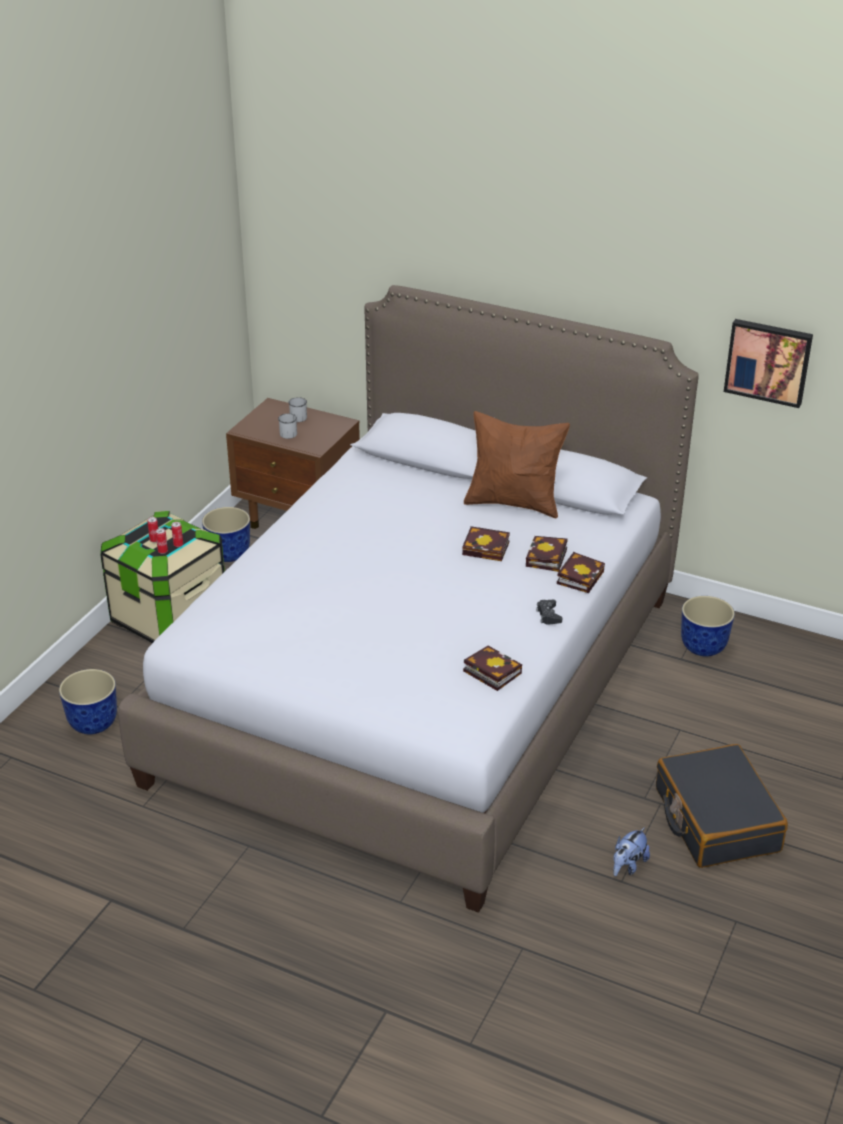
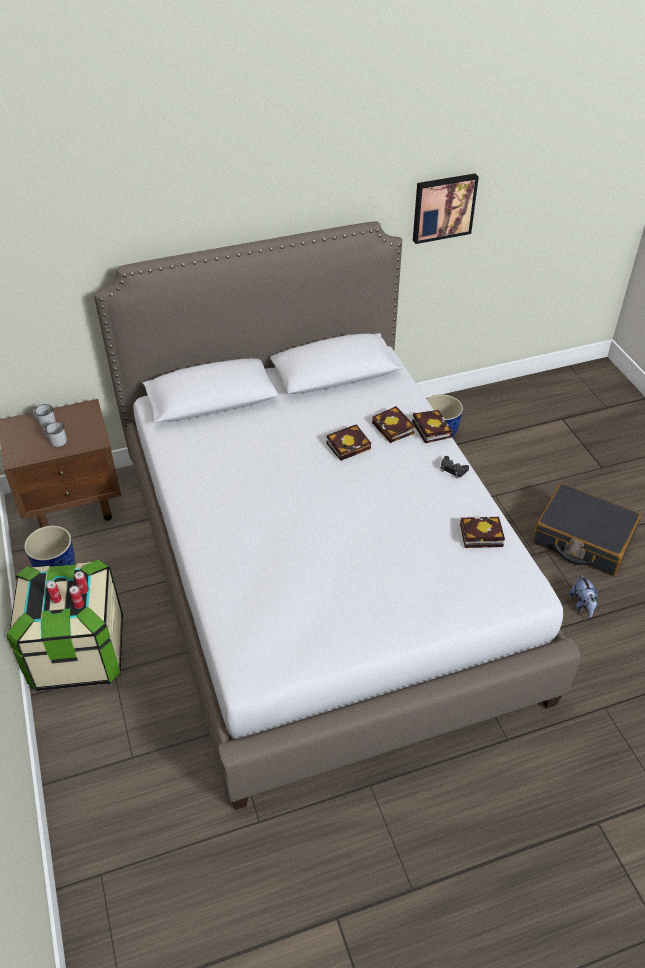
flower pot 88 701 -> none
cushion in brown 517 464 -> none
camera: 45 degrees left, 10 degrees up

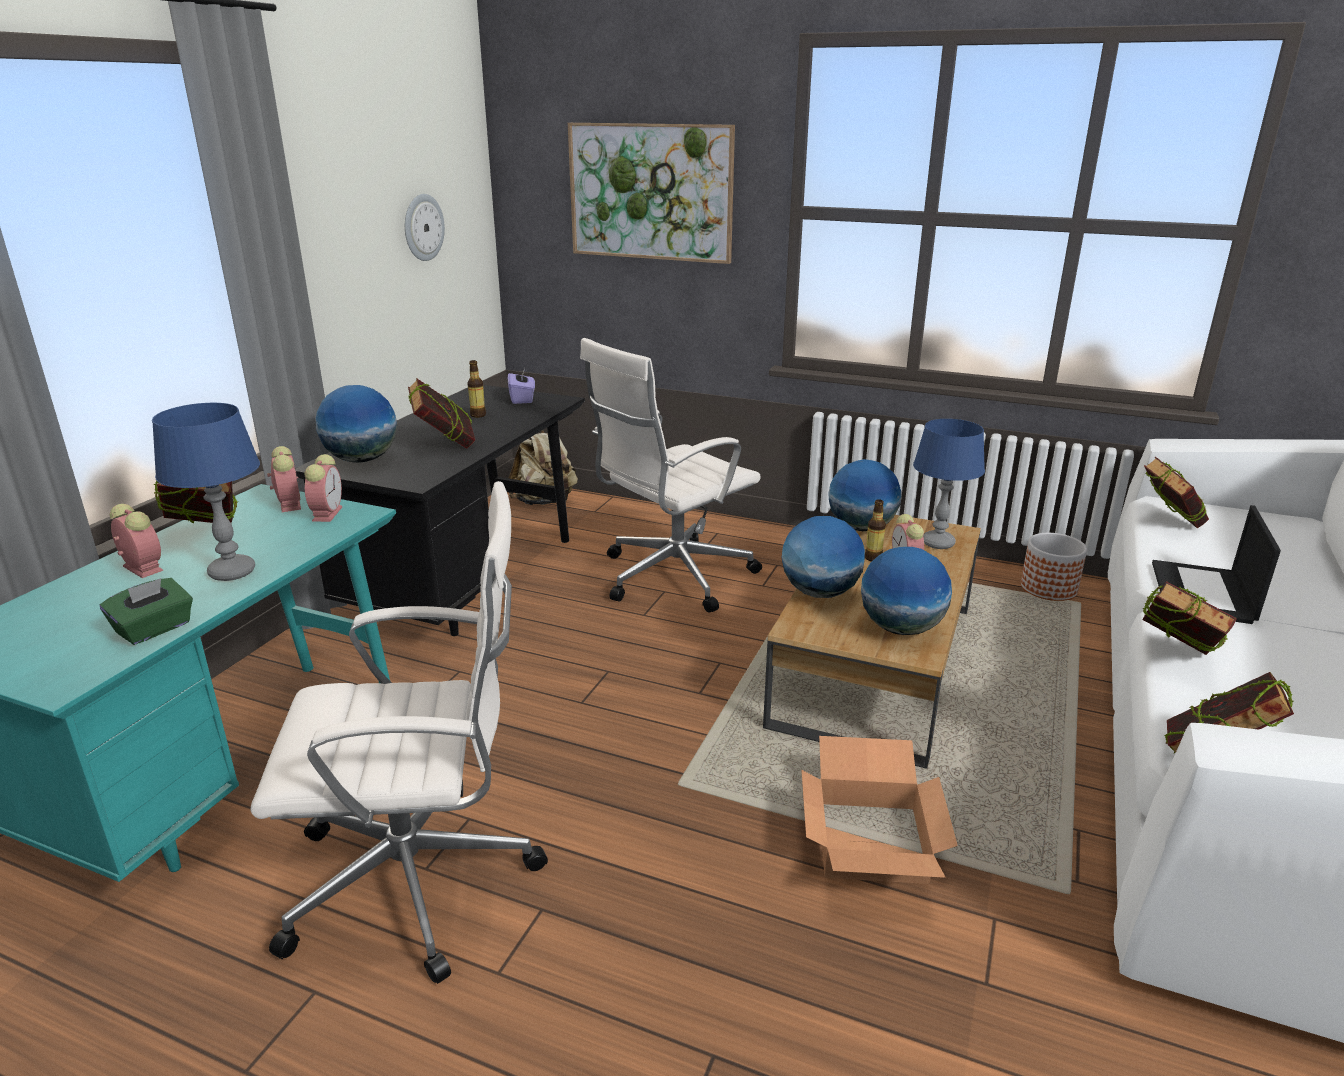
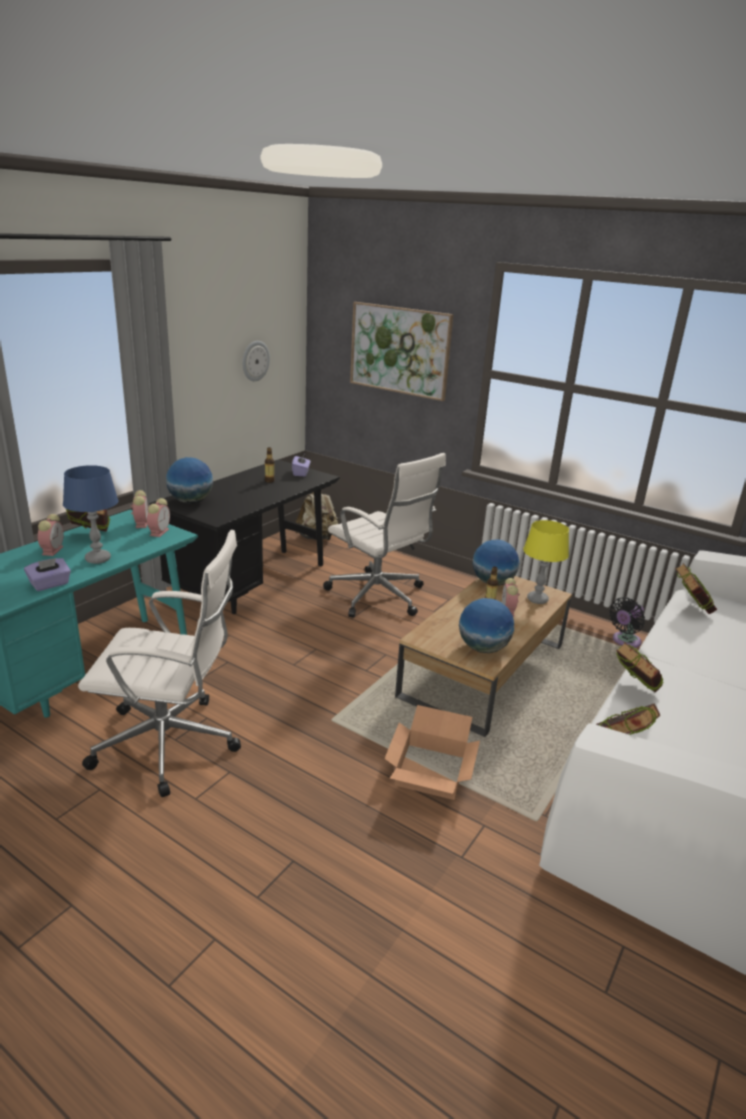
bound book 441 413 -> none
desk globe 823 557 -> none
notebook computer 1216 564 -> none
flower pot 1054 567 -> fan in black-coloured 627 622
tissue box in greenish 146 611 -> tissue box in purple-coloured 47 574
table lamp in blue 949 484 -> table lamp in yellow 546 562
bedside clock 136 541 -> bedside clock 51 535, 45 degrees clockwise
computer chair in white 671 475 -> computer chair in white 384 535, 105 degrees counterclockwise
camera: 10 degrees right, 0 degrees up

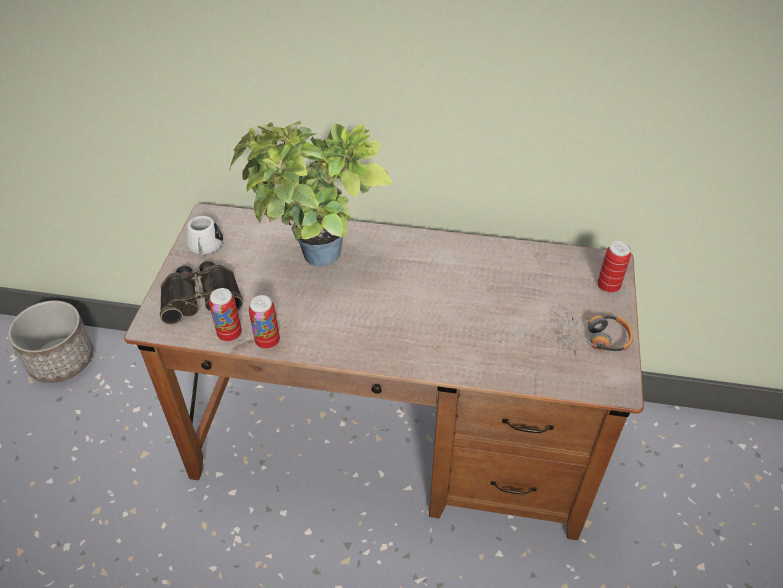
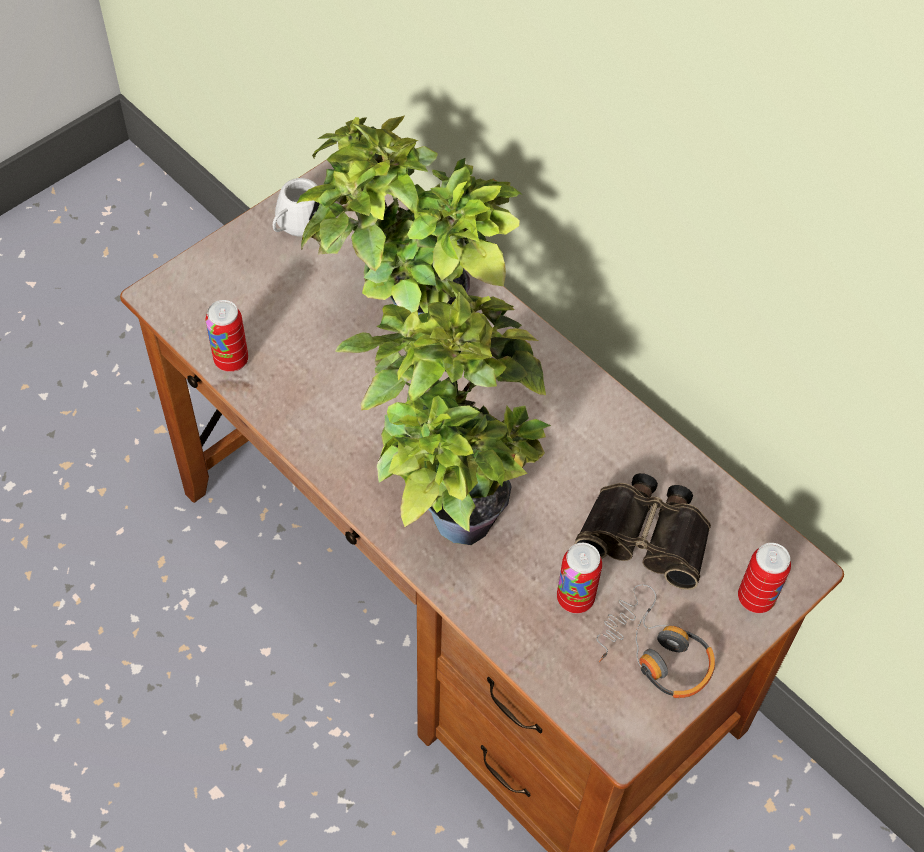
flower pot 50 341 -> none
none -> houseplant 443 412
binoculars 202 293 -> binoculars 642 531, shifted
metal can 264 322 -> metal can 579 578, shifted
camera: 35 degrees right, 10 degrees up

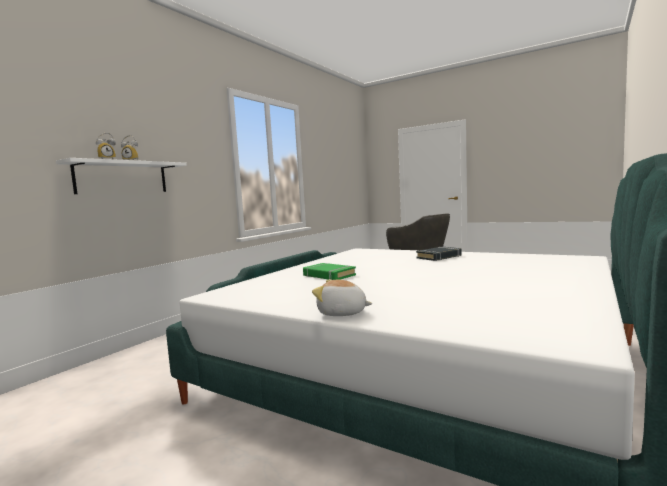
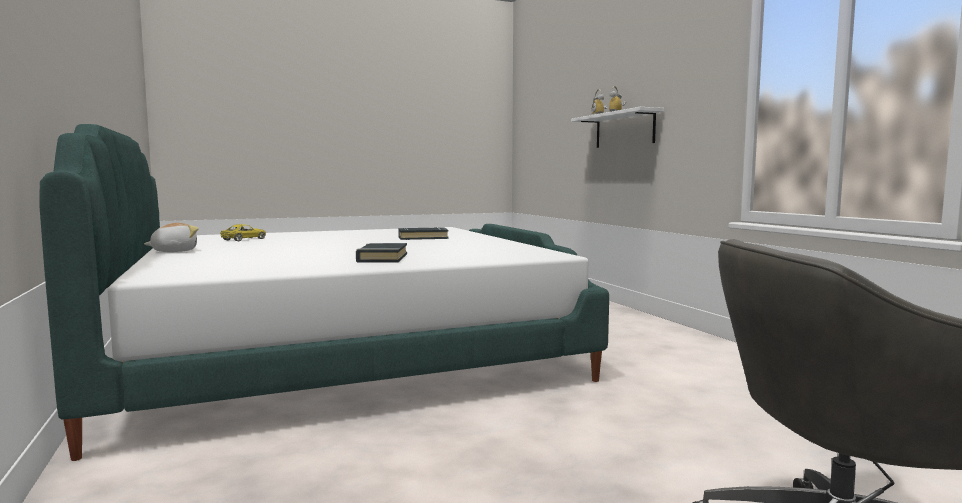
none -> model car in yellow 243 232
soft toy 342 297 -> soft toy 171 237, shifted
bound book in greenish 329 271 -> bound book in black-coloured 423 233
camera: 125 degrees right, 0 degrees up

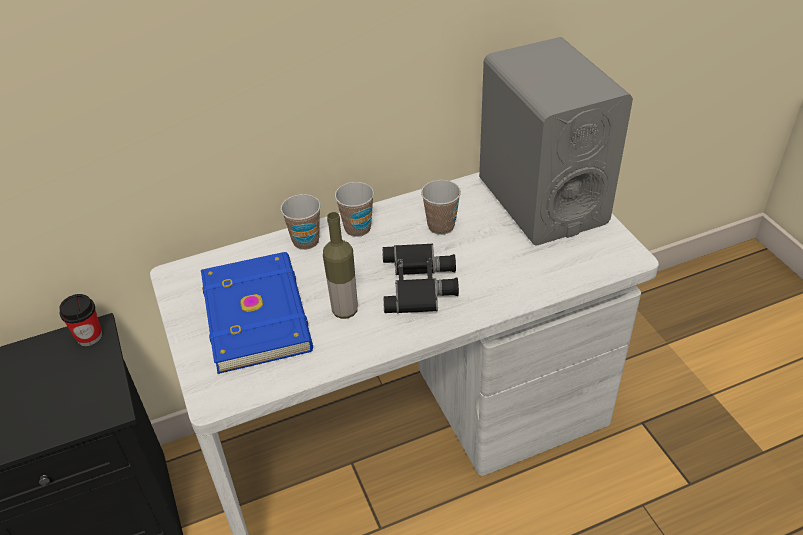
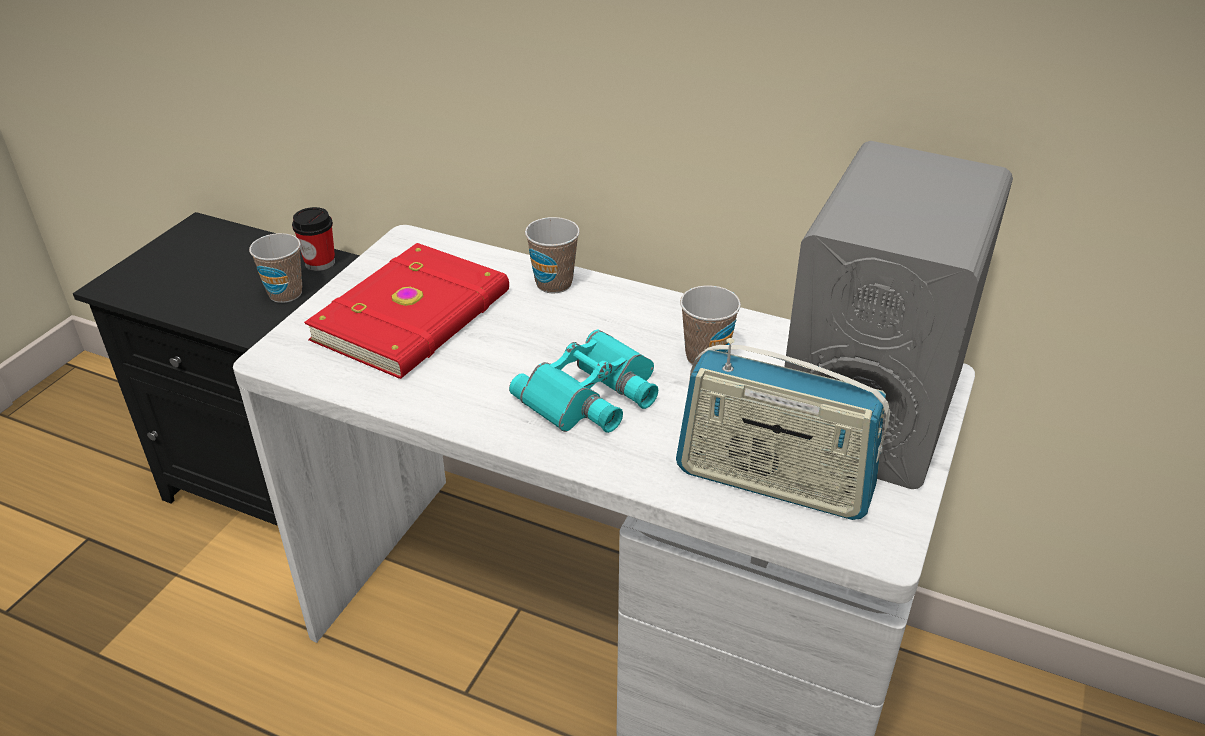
drink bottle 340 265 -> none
none -> radio set 783 429
small cup 354 209 -> small cup 275 268, shifted
bound book in blue 257 313 -> bound book in red-coloured 406 311
binoculars in black-coloured 420 278 -> binoculars in turquoise 583 381
camera: 45 degrees right, 5 degrees down

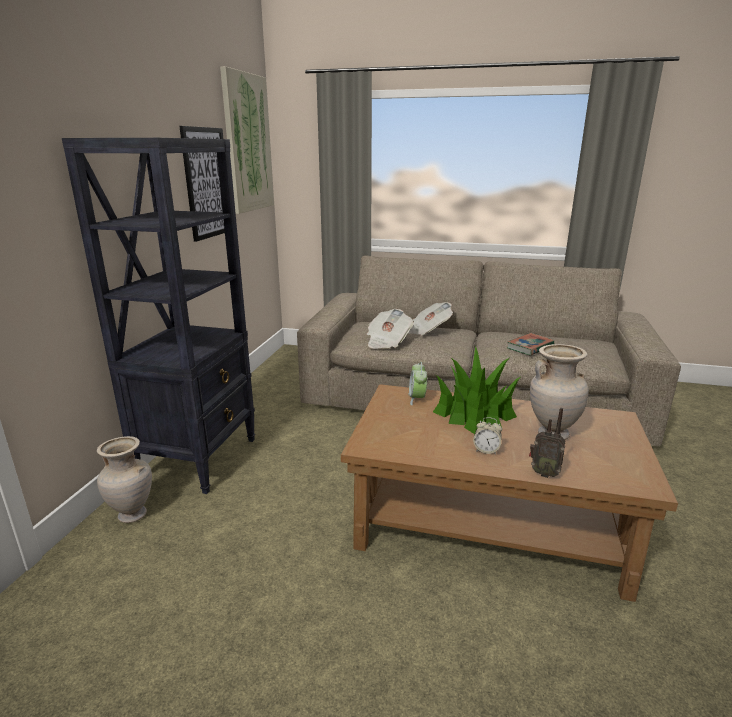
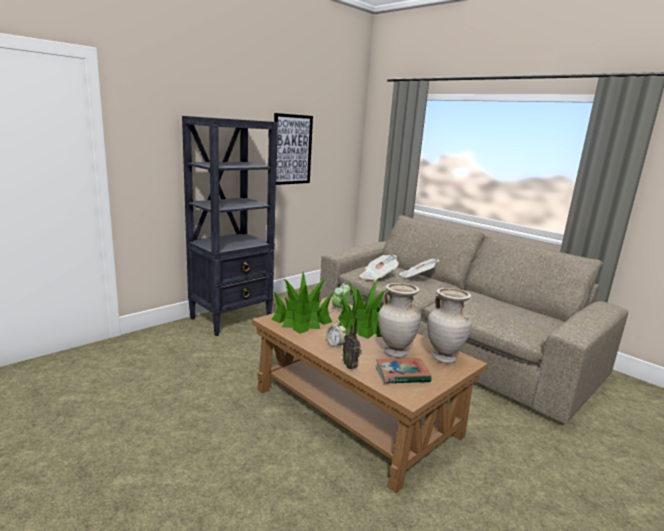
picture 247 140 -> none
none -> houseplant 302 303
decorative vase in beige-coloured 124 479 -> decorative vase in beige-coloured 449 325, shifted
bound book 531 344 -> bound book 404 371, shifted
camera: 30 degrees right, 5 degrees down

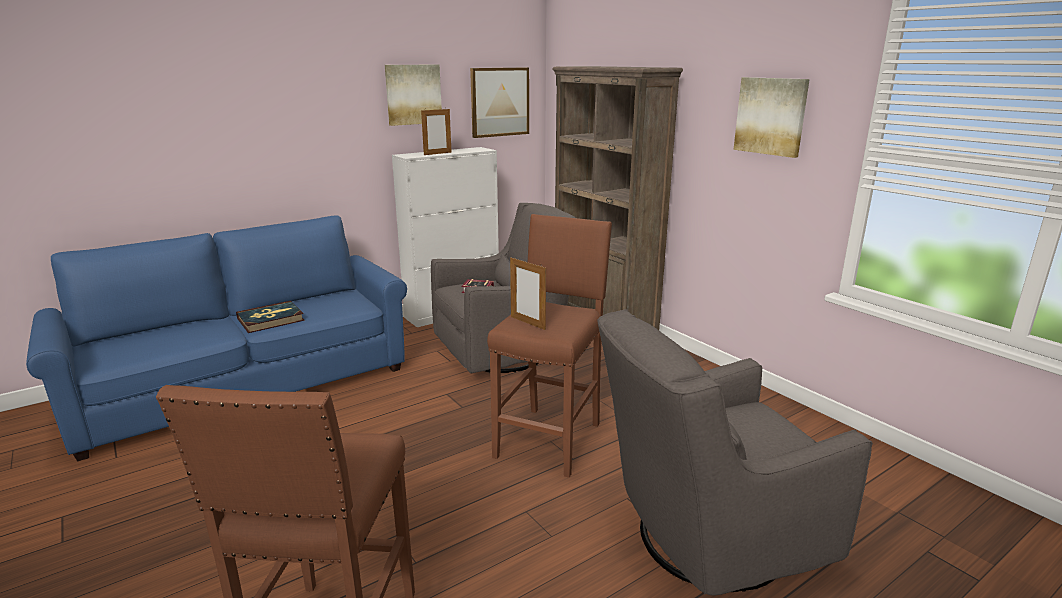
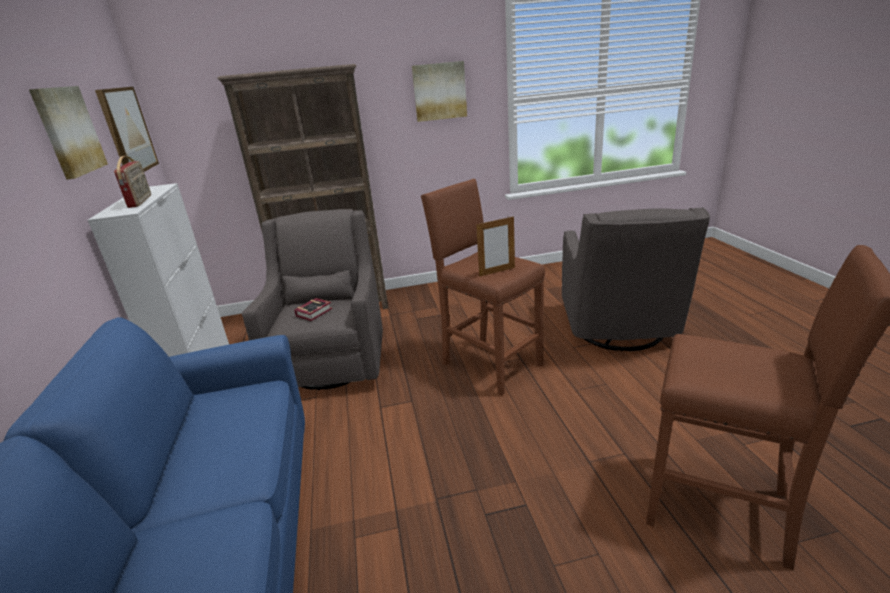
bound book 270 317 -> none
photo frame 436 131 -> radio set 132 182
camera: 65 degrees left, 5 degrees up

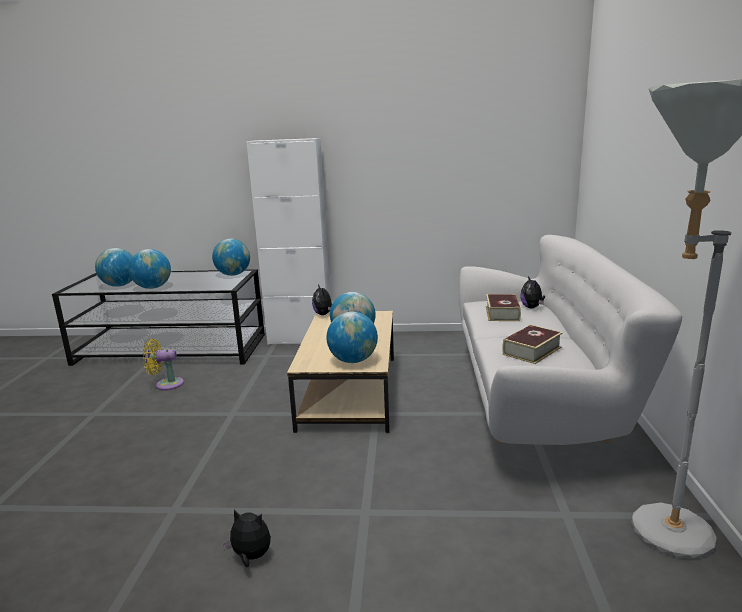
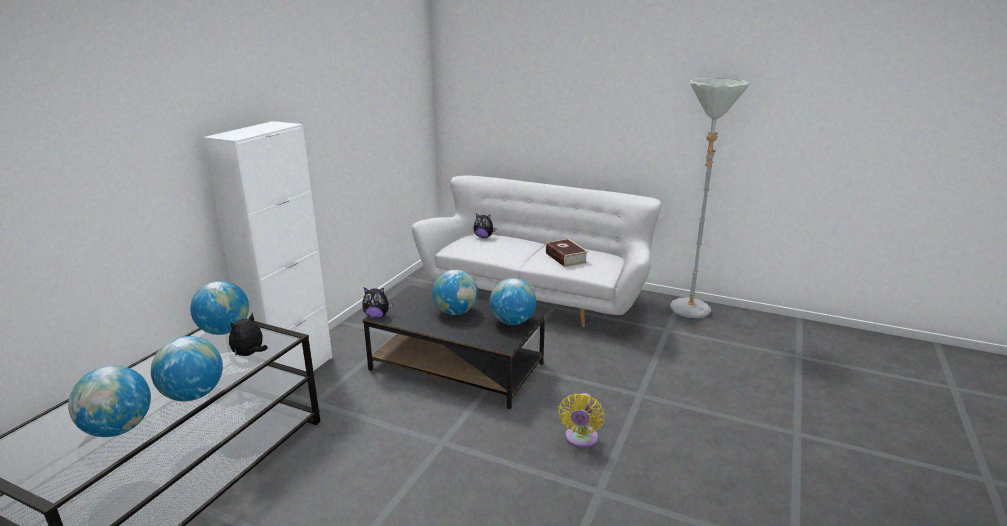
bound book 503 307 -> none
fan in yellow 163 365 -> fan in yellow 581 420, shifted
soft toy 247 538 -> soft toy 248 334, shifted
low table in beige-coloured 340 372 -> low table in black-coloured 454 347
camera: 70 degrees left, 5 degrees up

